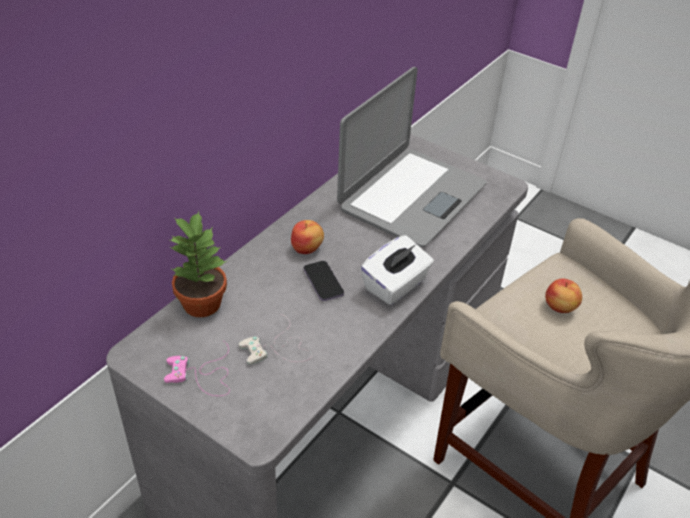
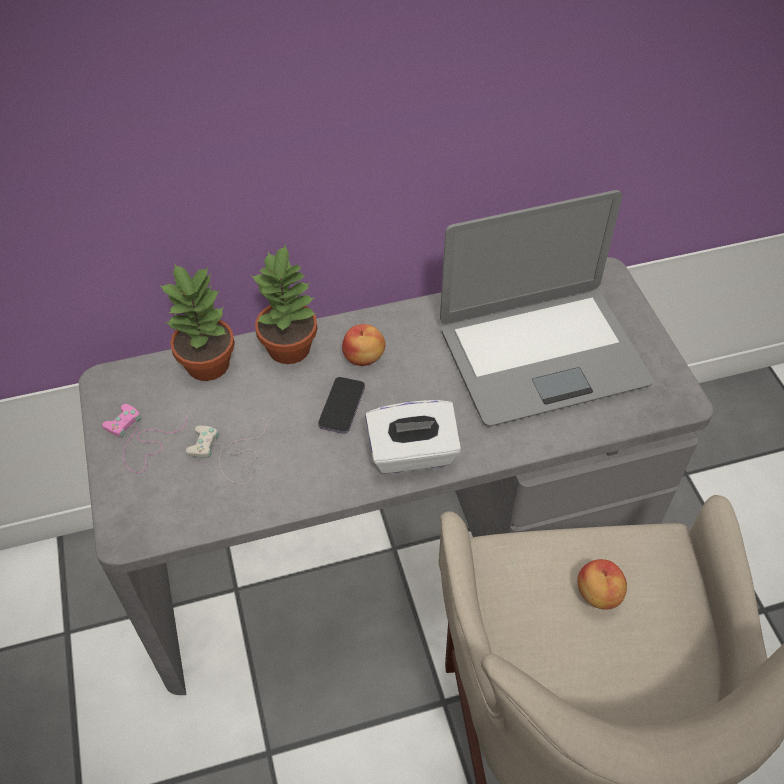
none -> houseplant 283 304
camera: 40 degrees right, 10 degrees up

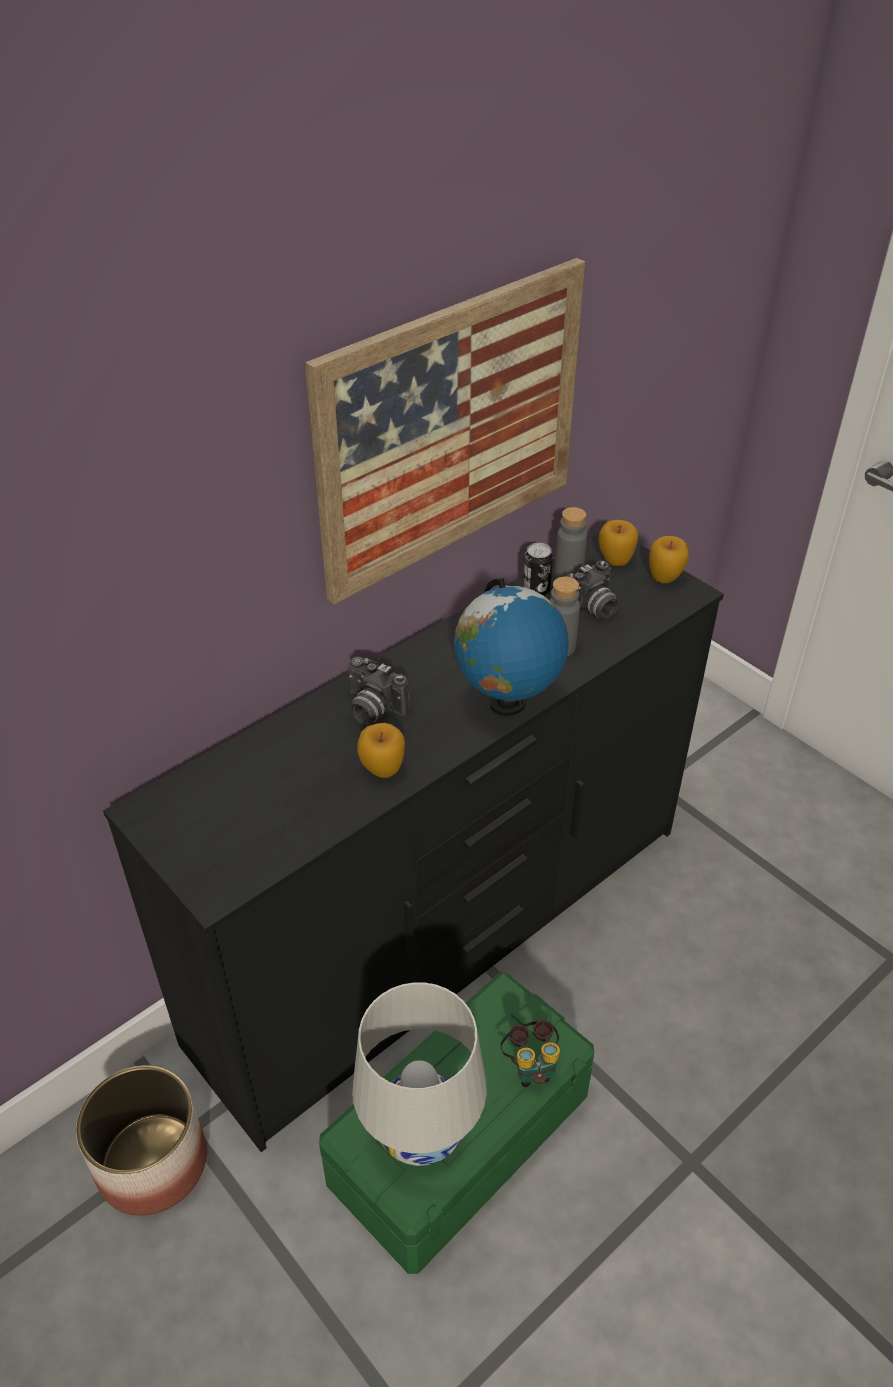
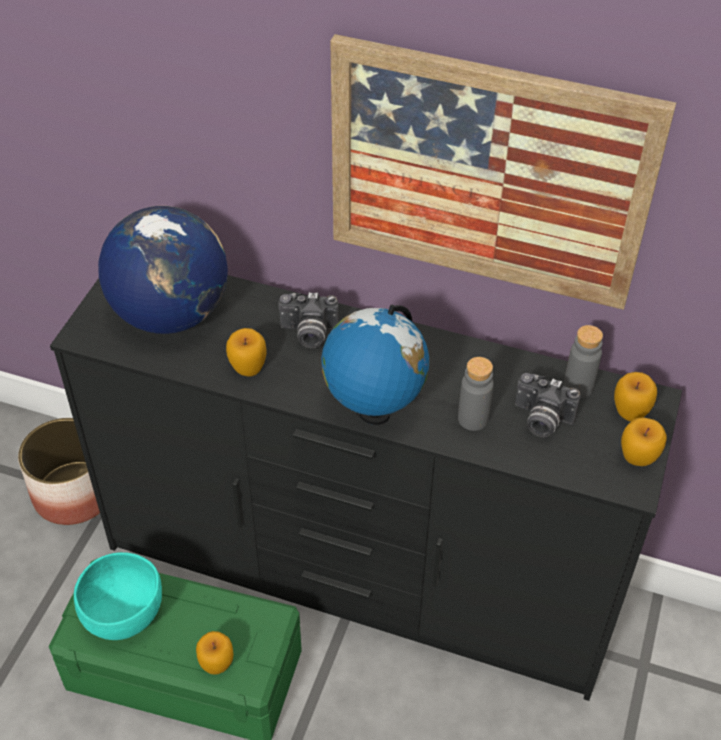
metal can 538 569 -> none
none -> desk globe 163 270
table lamp in white 419 1074 -> serving bowl in turquoise 118 596
binoculars 530 1053 -> whole apple 214 652
still camera 379 690 -> still camera 308 320, 90 degrees counterclockwise
camera: 60 degrees right, 5 degrees up

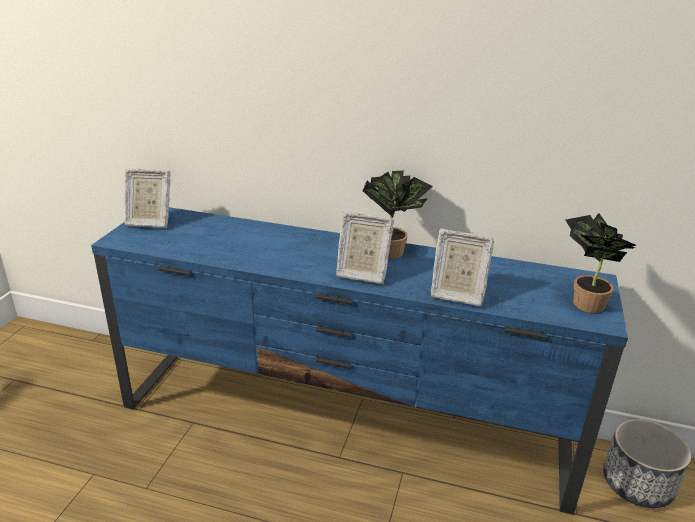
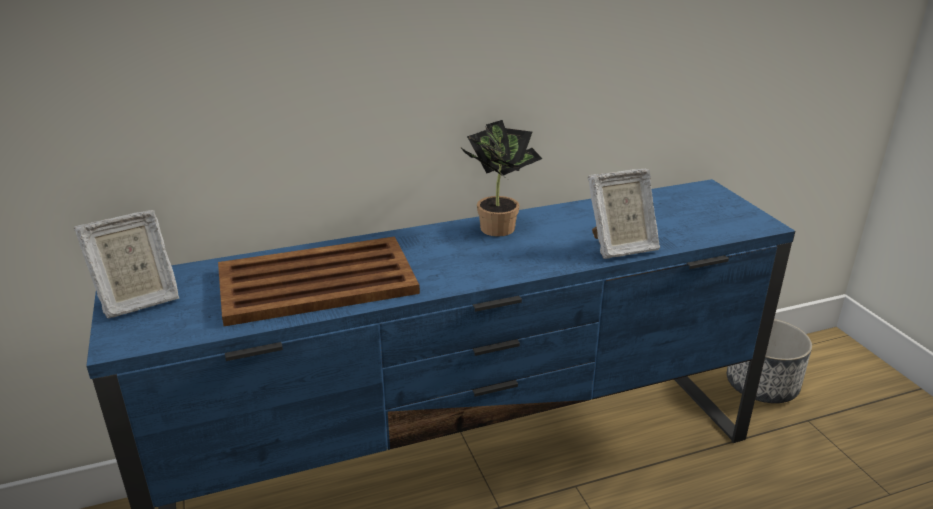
photo frame 365 247 -> none
houseplant 601 263 -> none
none -> carrying tray in brown 319 281
camera: 35 degrees left, 0 degrees up

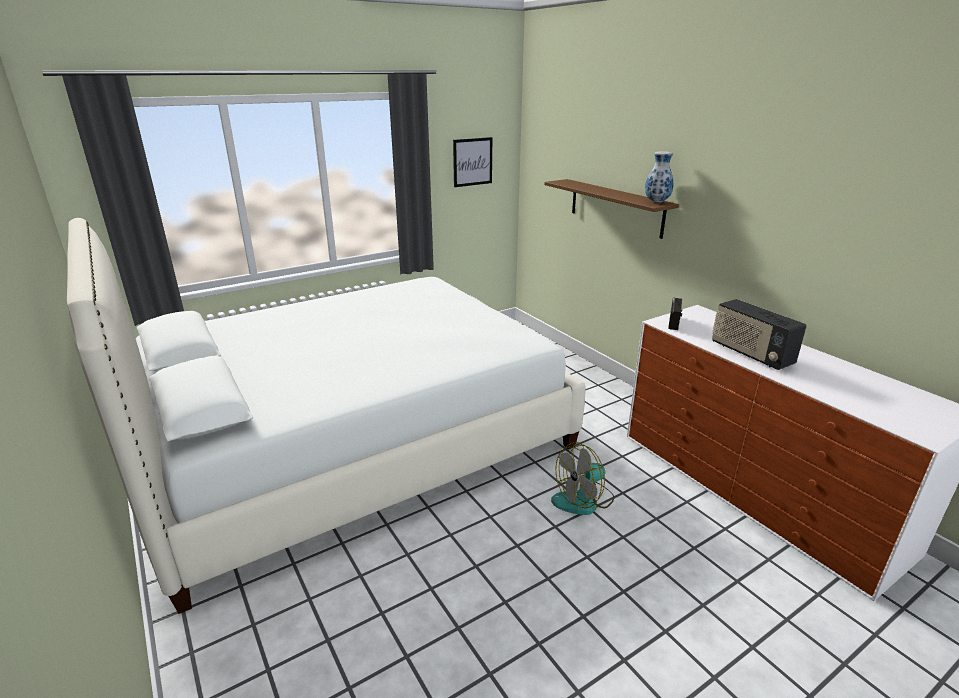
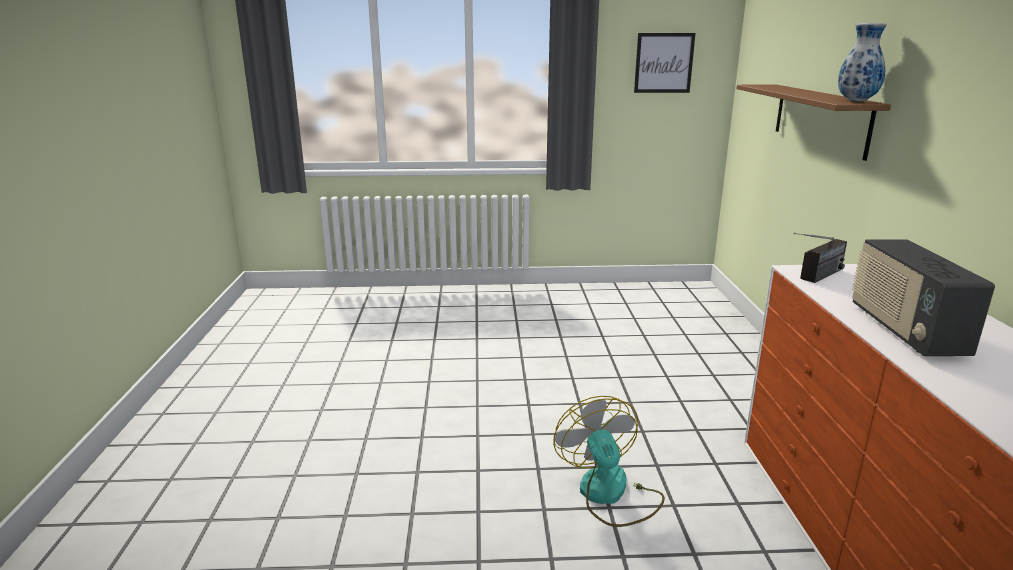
bedroom bed in white 326 416 -> none
fan 582 478 -> fan 609 461, 75 degrees clockwise
camera: 30 degrees right, 5 degrees down

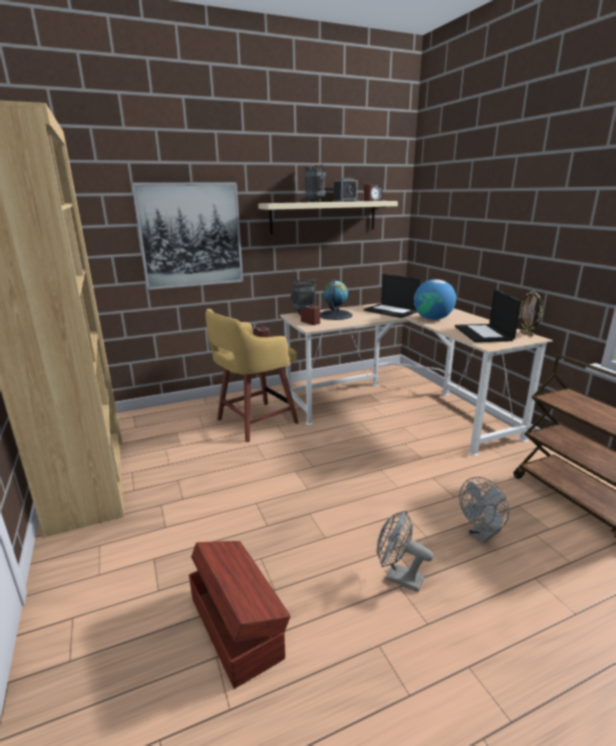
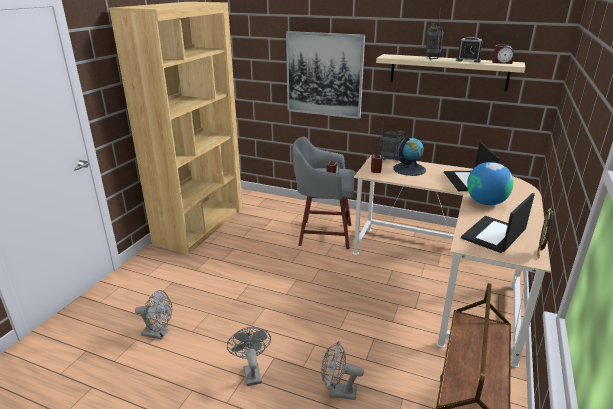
storage bin in brown 240 615 -> fan in gray 153 315
stool seat in yellow 252 375 -> stool seat in gray 323 192
camera: 45 degrees right, 5 degrees up

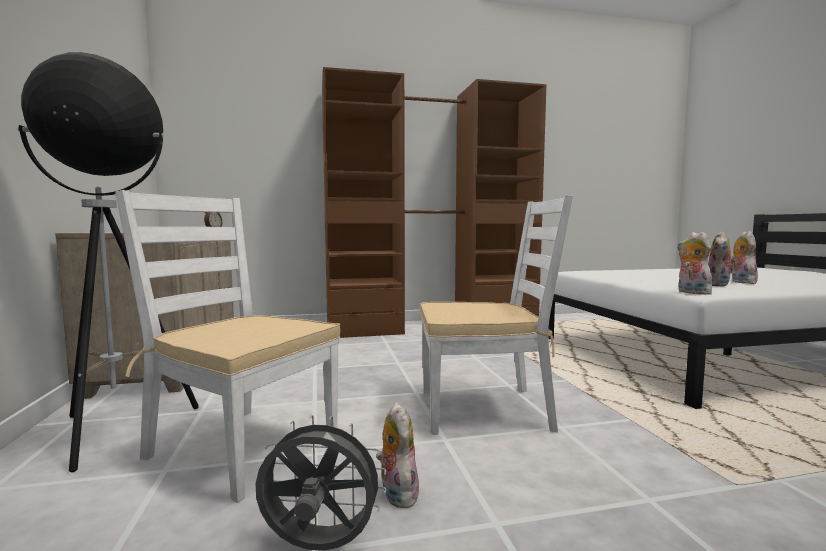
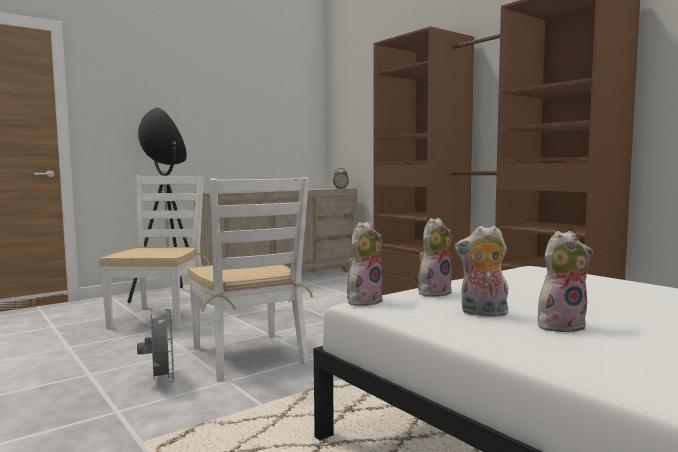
fan in gray 321 483 -> fan in gray 155 346, shifted
soft toy 397 455 -> soft toy 435 257, shifted
camera: 65 degrees right, 0 degrees up

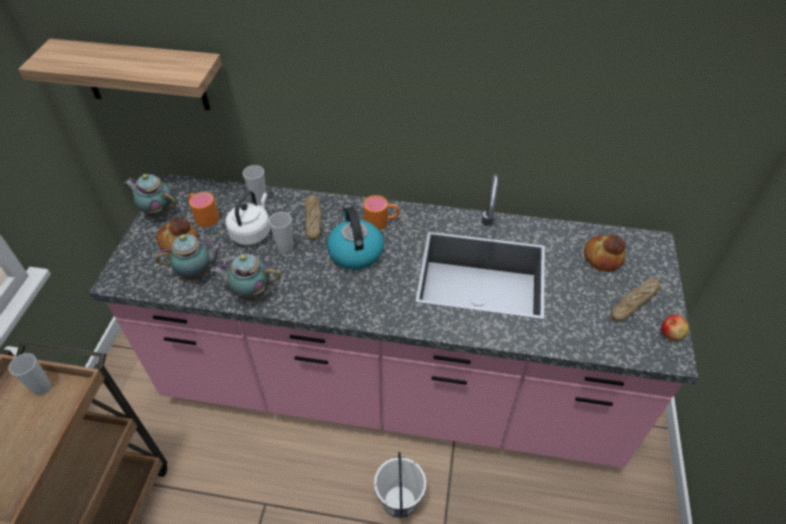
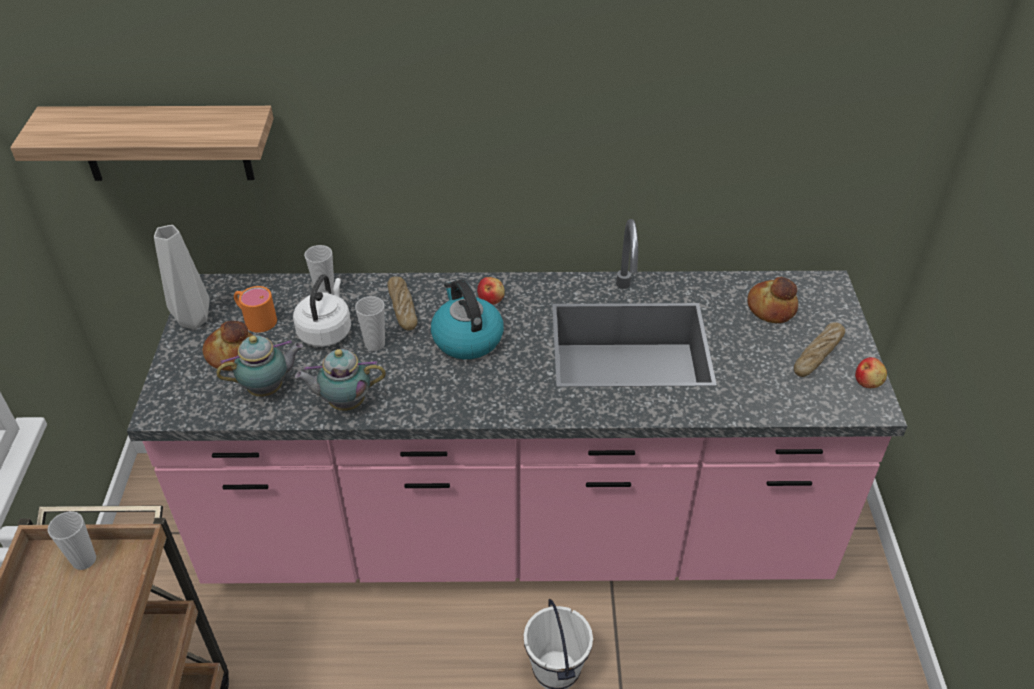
tea pot 150 196 -> decorative vase in gray 182 277
coffee mug in orange-coloured 382 212 -> whole apple 491 291
camera: 10 degrees left, 5 degrees down

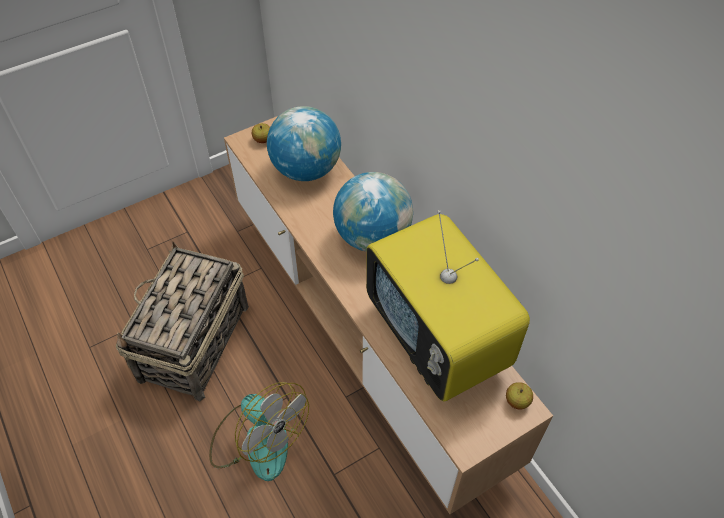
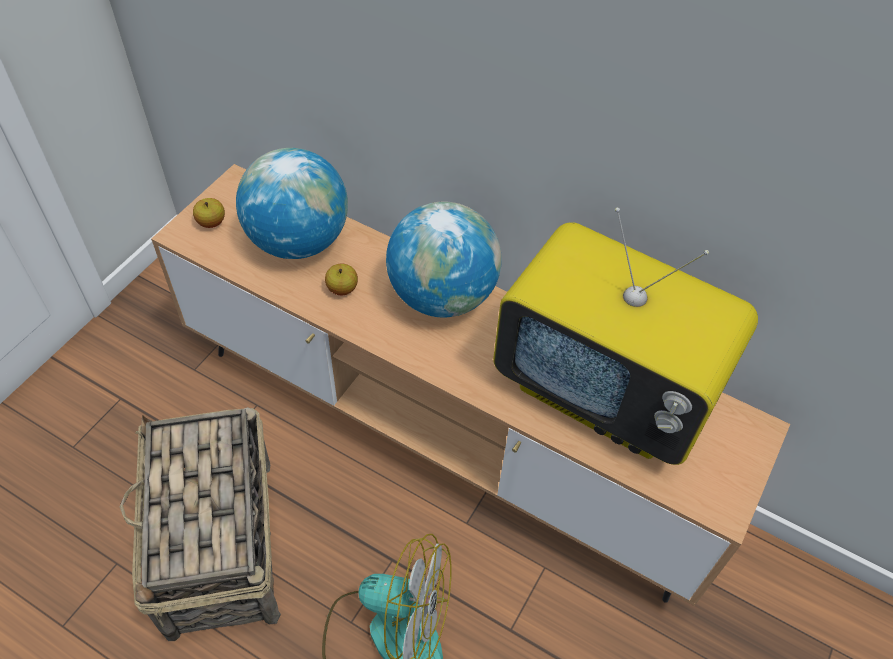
whole apple 519 395 -> whole apple 341 279, shifted
camera: 30 degrees left, 0 degrees up

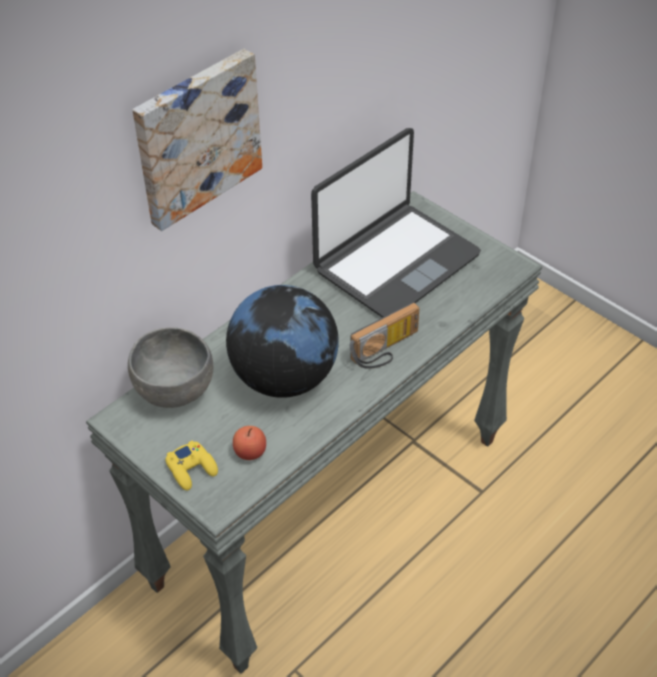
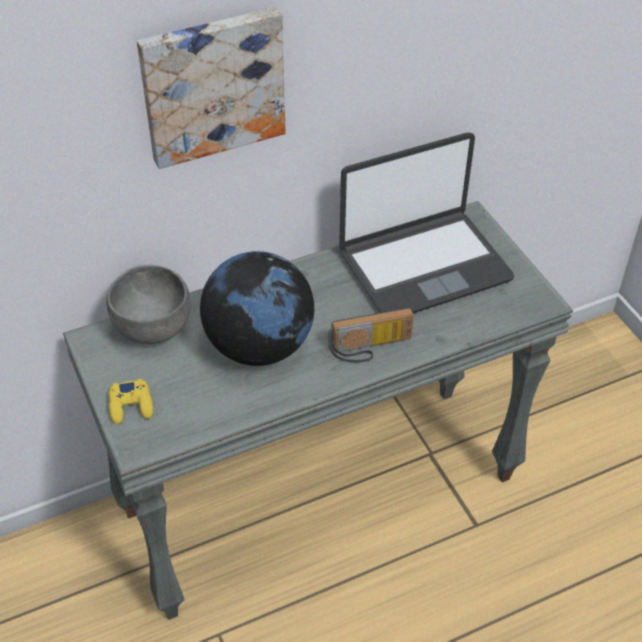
whole apple 249 443 -> none
camera: 20 degrees right, 0 degrees up

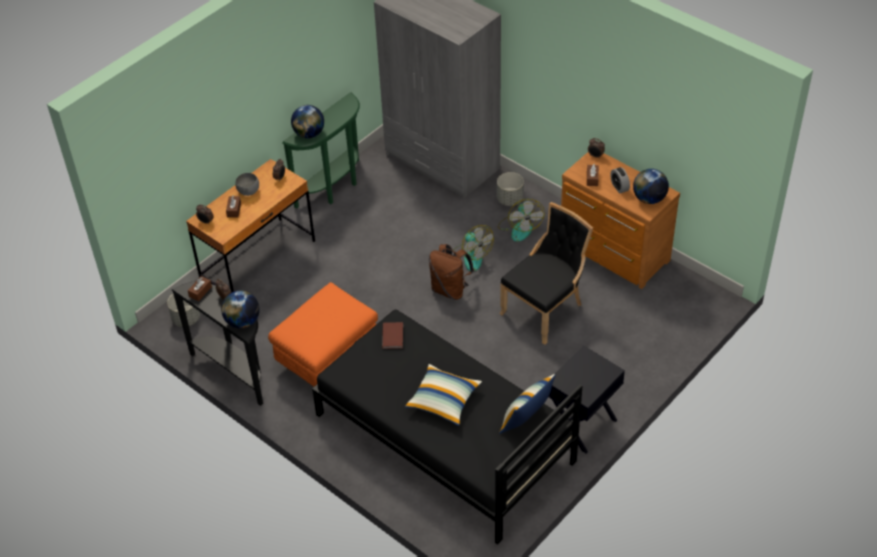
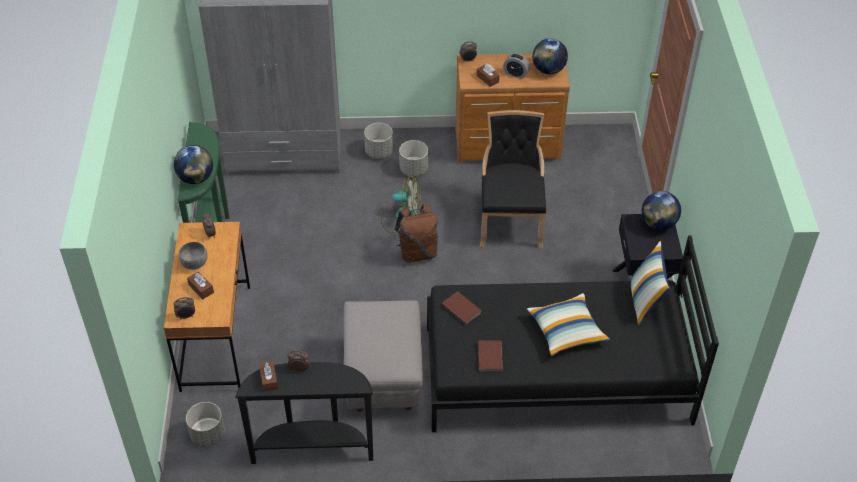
none -> bound book in brown 490 356
desk globe 240 309 -> desk globe 661 210, shifted
fan 521 220 -> flower pot in gray 413 158
ottoman in orange-coloured 323 334 -> ottoman in gray 383 356
camera: 45 degrees left, 0 degrees up

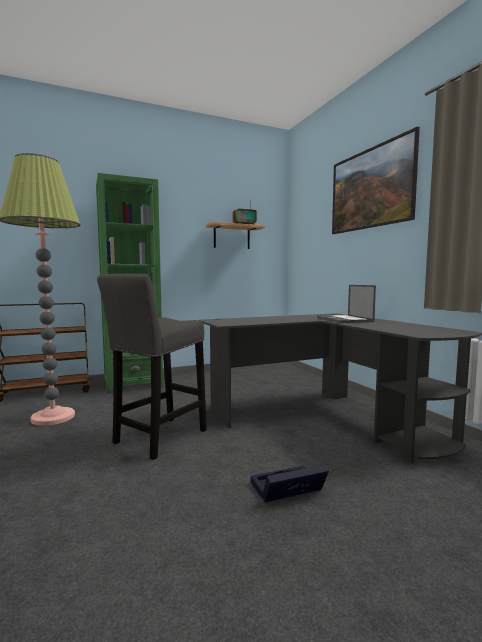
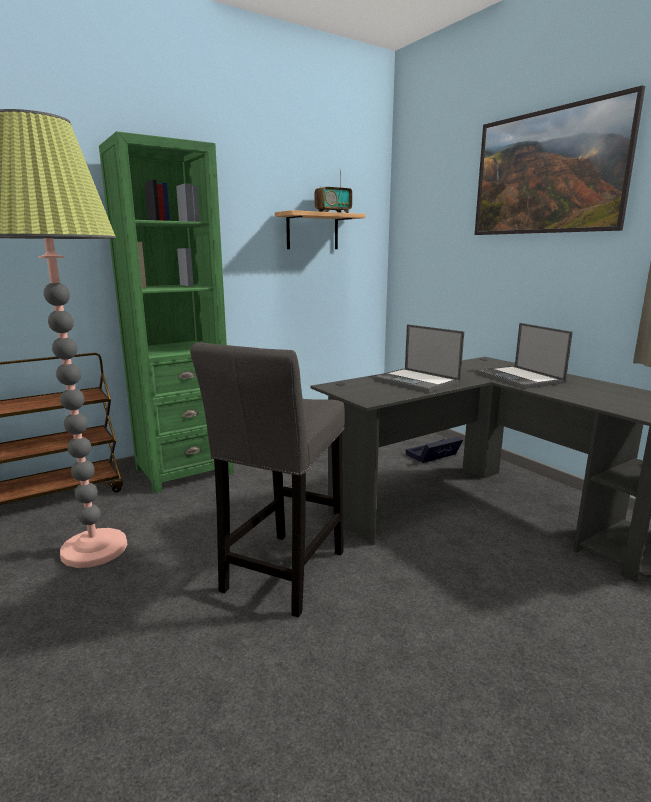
none -> notebook computer 418 358
storage bin in black-coloured 290 483 -> storage bin in black-coloured 434 449, shifted
camera: 10 degrees left, 10 degrees up

